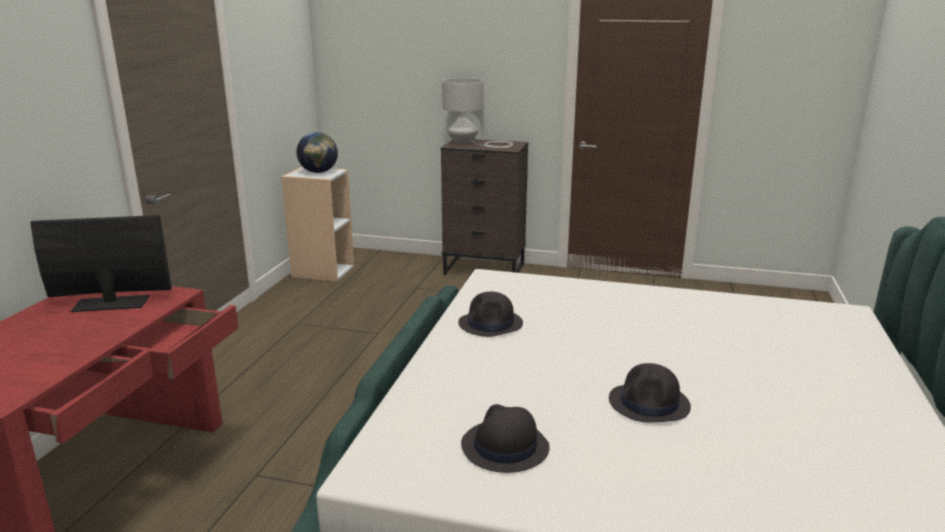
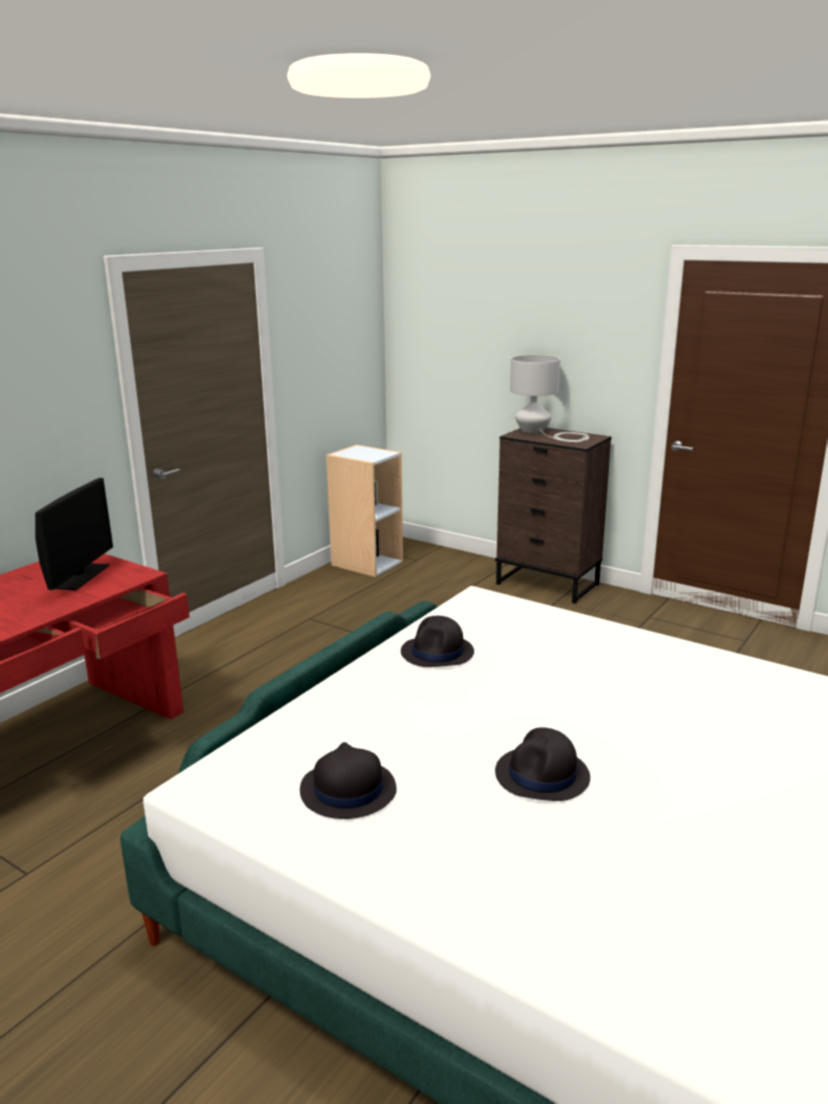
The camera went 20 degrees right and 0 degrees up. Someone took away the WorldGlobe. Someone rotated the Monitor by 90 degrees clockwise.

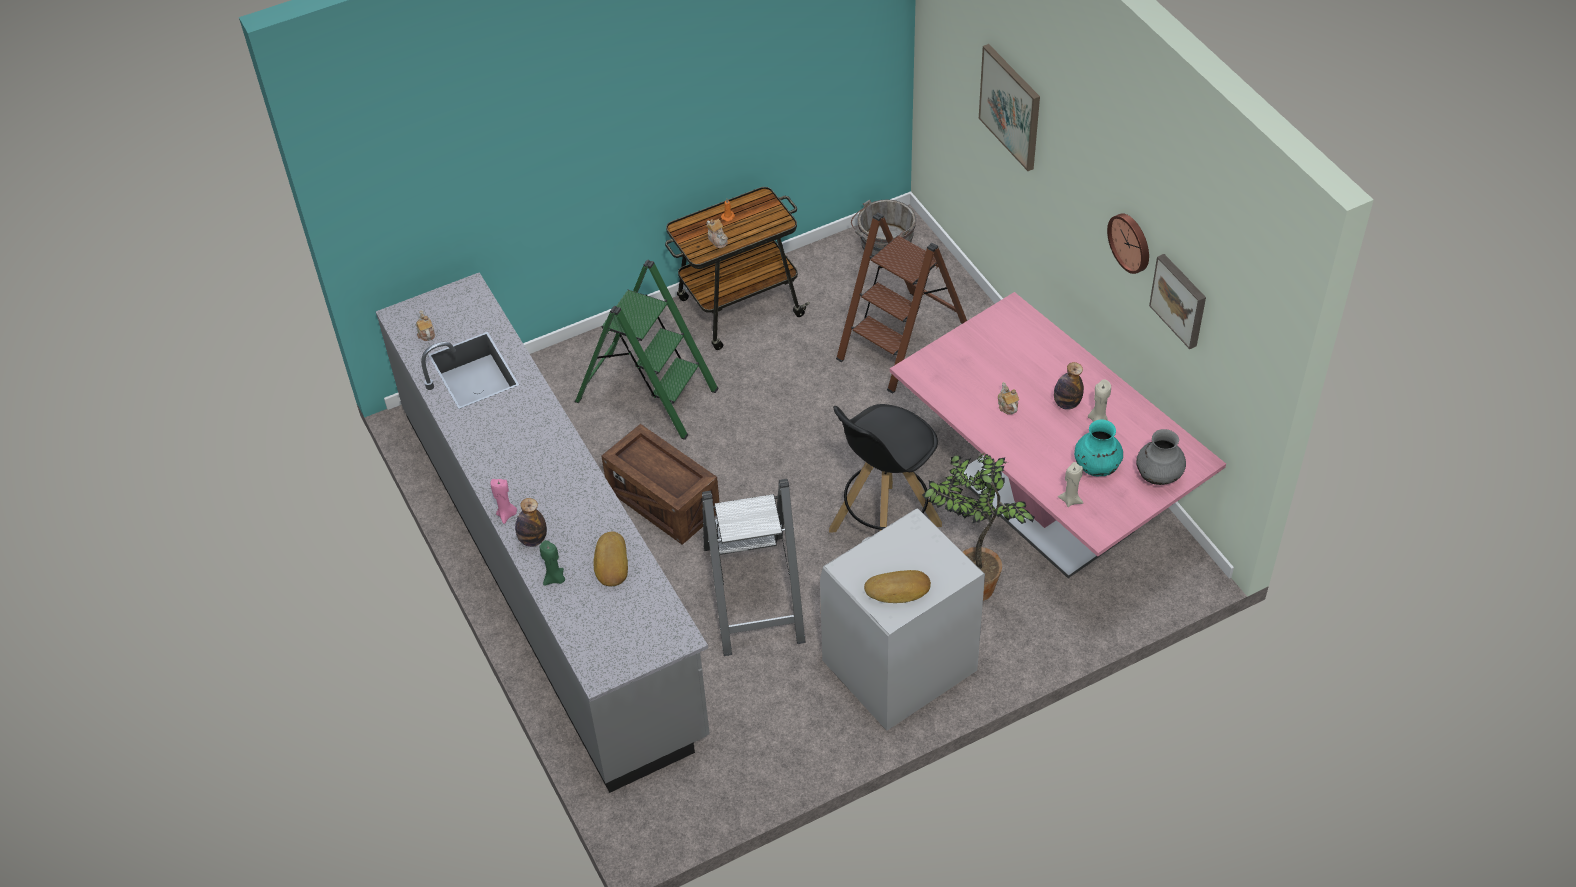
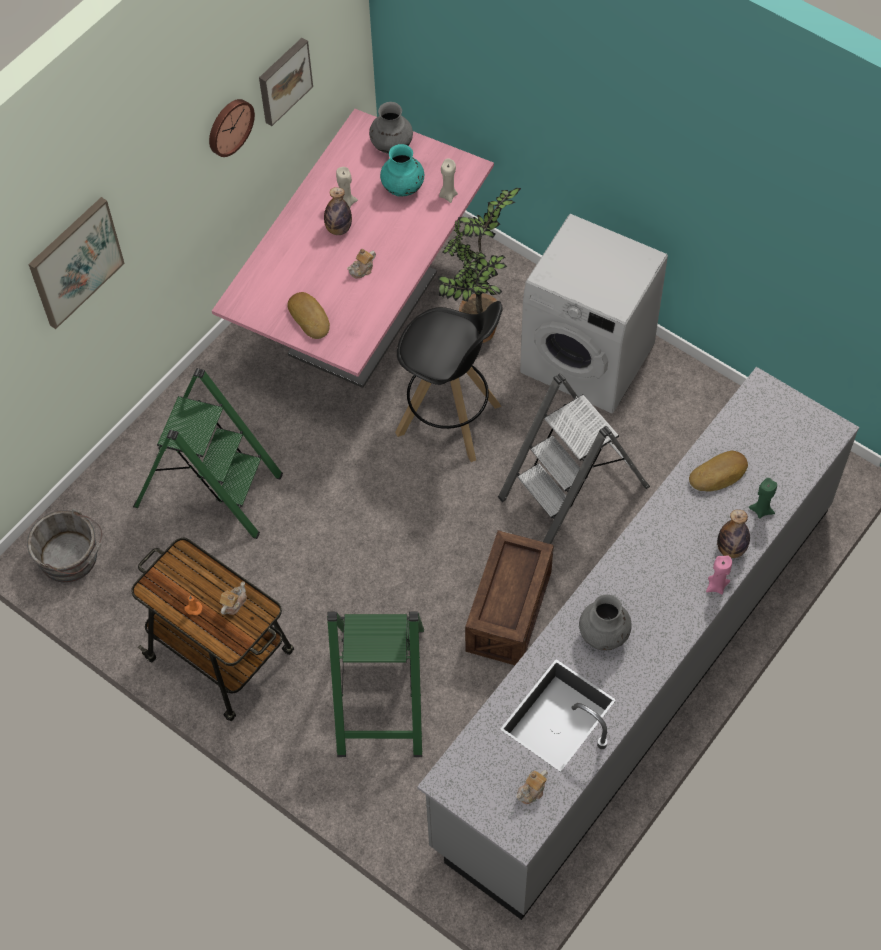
The camera went 115 degrees left and 10 degrees up. Someone put down the GrayFlowerVase (2nd from left). Someone carried the Bread (2nd from left in the first image). Someone repainted the BrownColouredStepLadder, which became the GreenColouredStepLadder (1st from left).

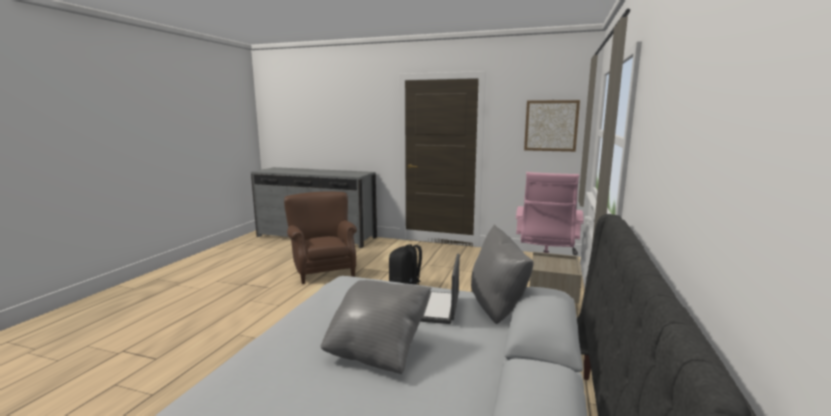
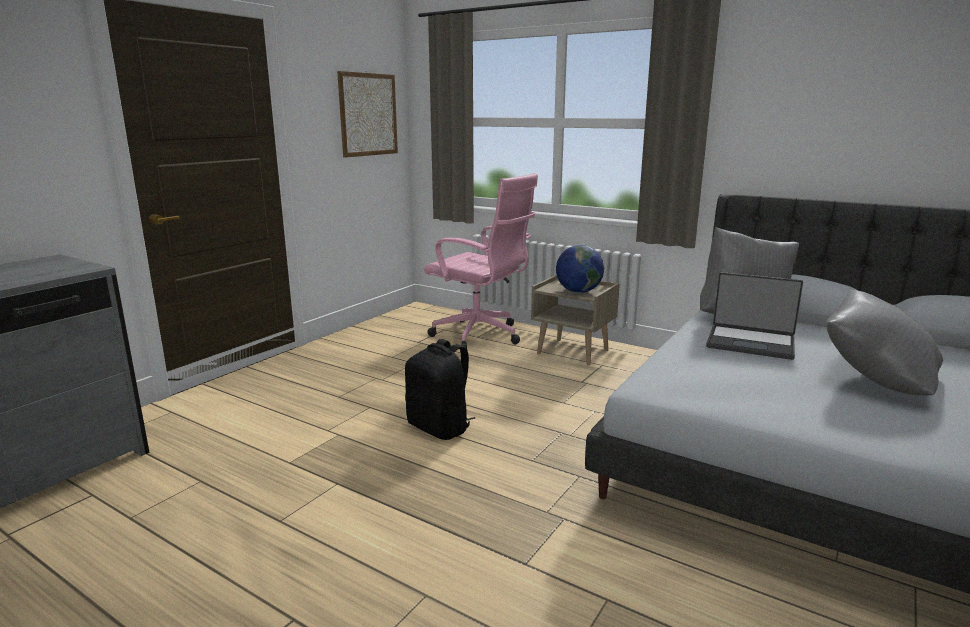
The camera went 75 degrees left and 5 degrees up. Someone took away the BrownColouredArmchair. Someone put down the WorldGlobe.

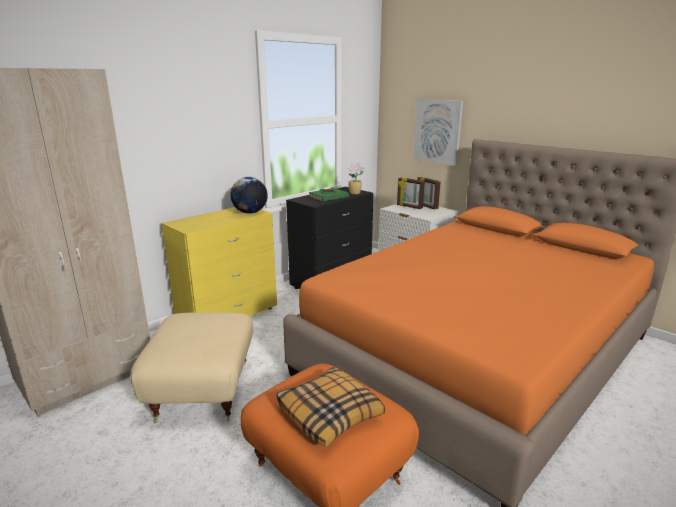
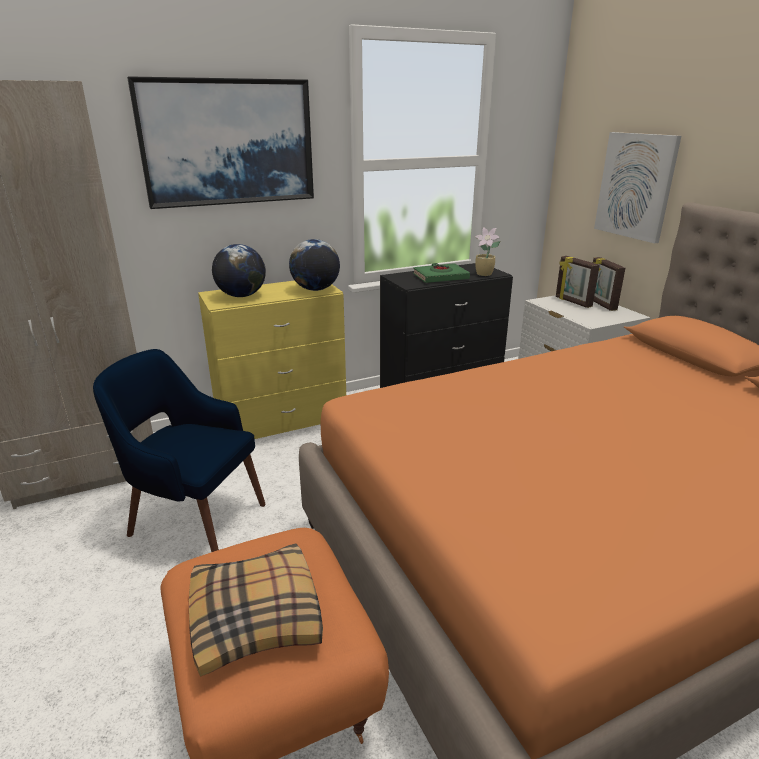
The camera went 20 degrees right and 5 degrees up. Someone put up the Picture (1st from left). Someone put down the WorldGlobe (1st from left). Someone swapped the BeigeColouredPouffe for the BlueColouredArmchair.

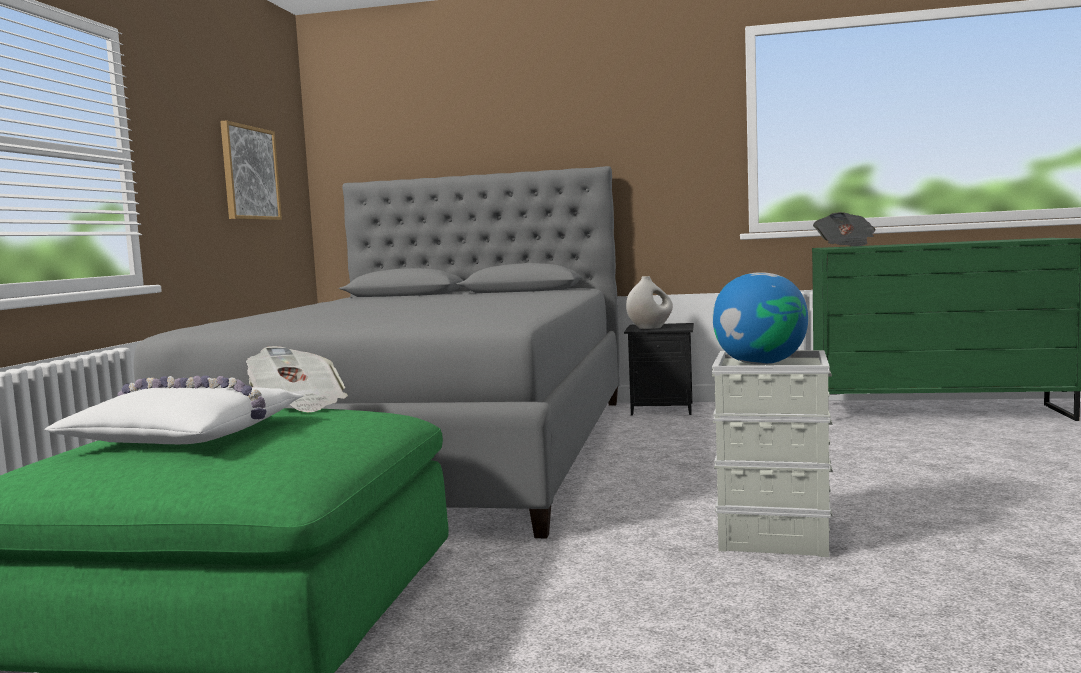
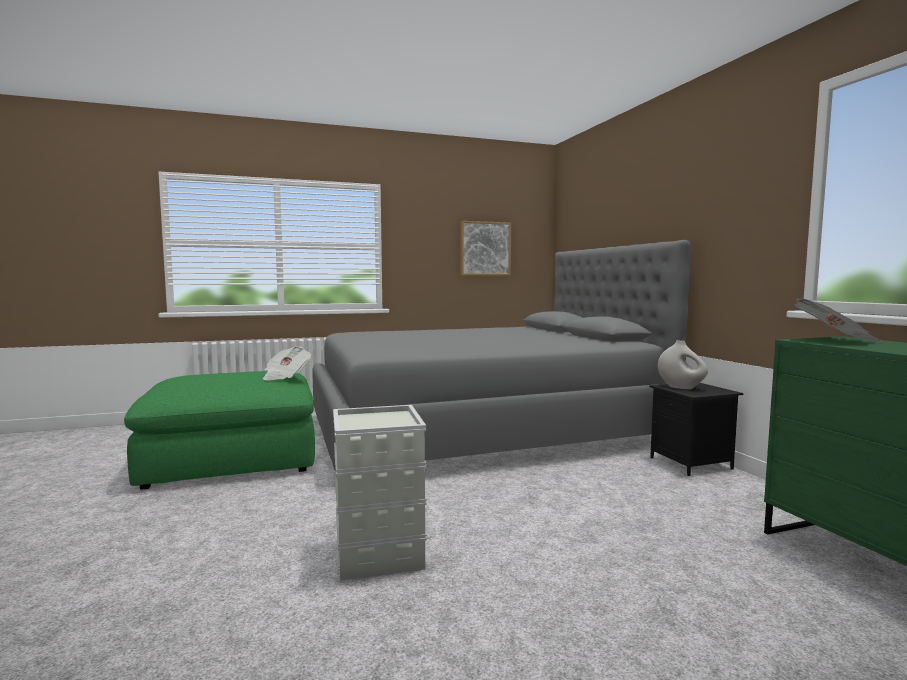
The camera went 60 degrees right and 0 degrees up. Someone took away the WhiteColouredThrowPillow. Someone took away the WorldGlobe.

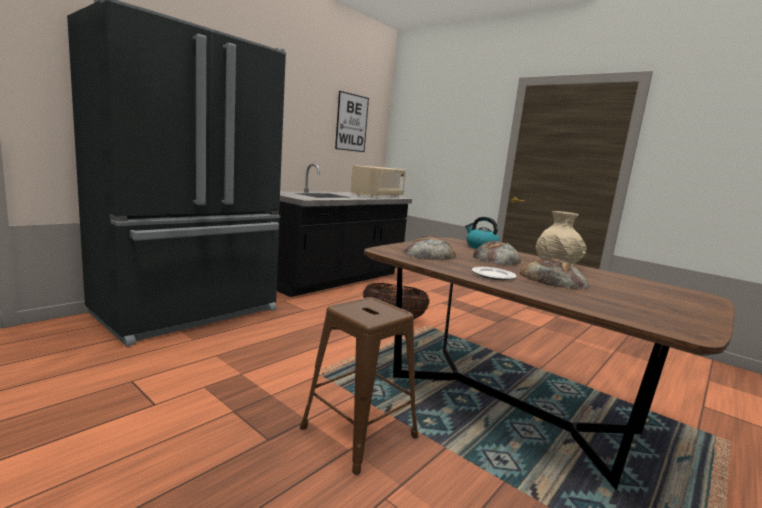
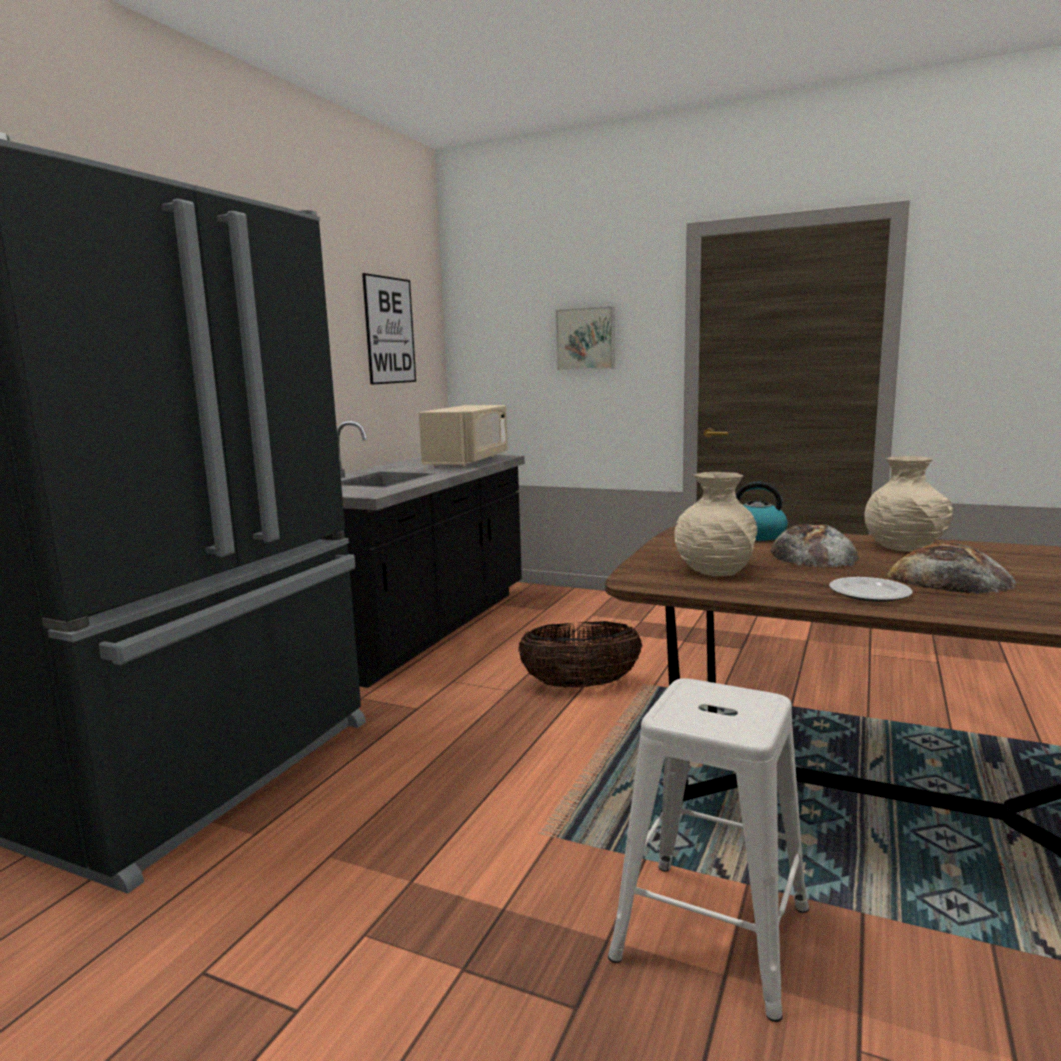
The camera went 15 degrees left and 0 degrees up. Someone put up the Picture (2nd from left). Someone swapped the Bread (1st from left) for the BeigeColouredFlowerVase (1st from left). Someone repainted the BrownColouredSittingStool, which became the WhiteColouredSittingStool.

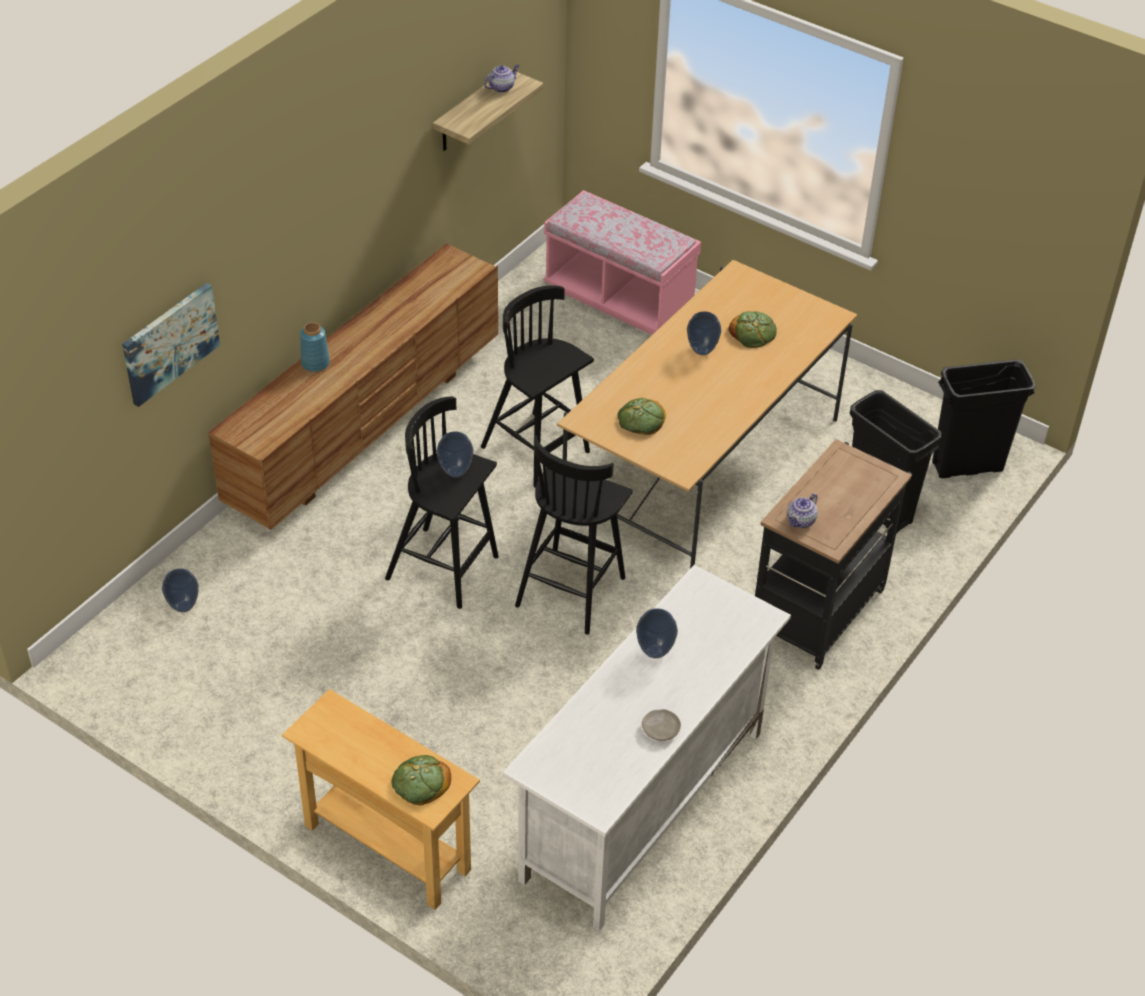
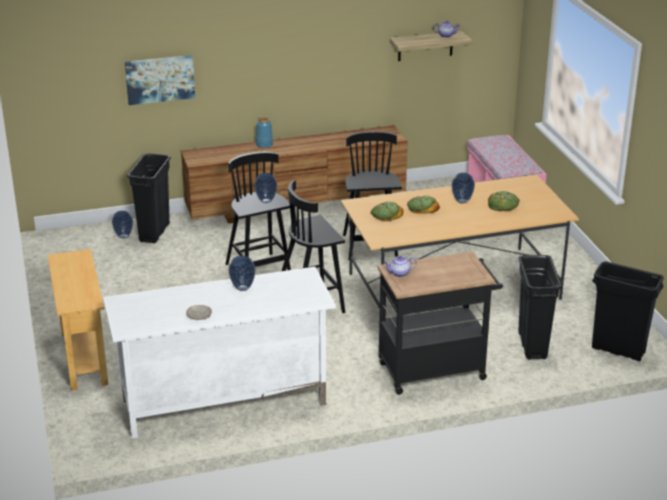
The camera went 40 degrees right and 15 degrees down. Someone put down the BlackishRubbishBin (1st from left). Someone carried the Bread (1st from left in the first image).

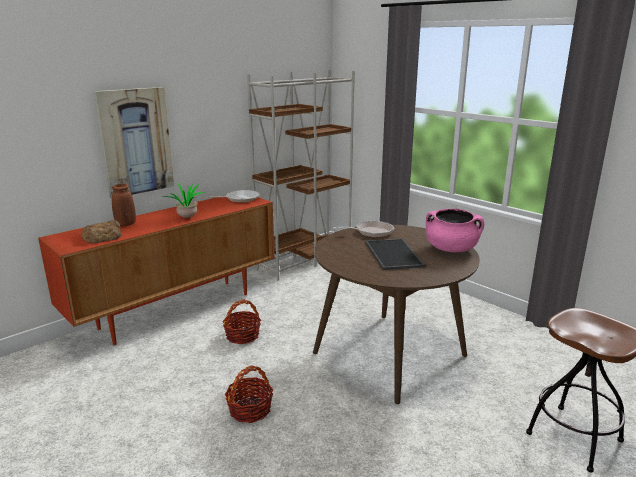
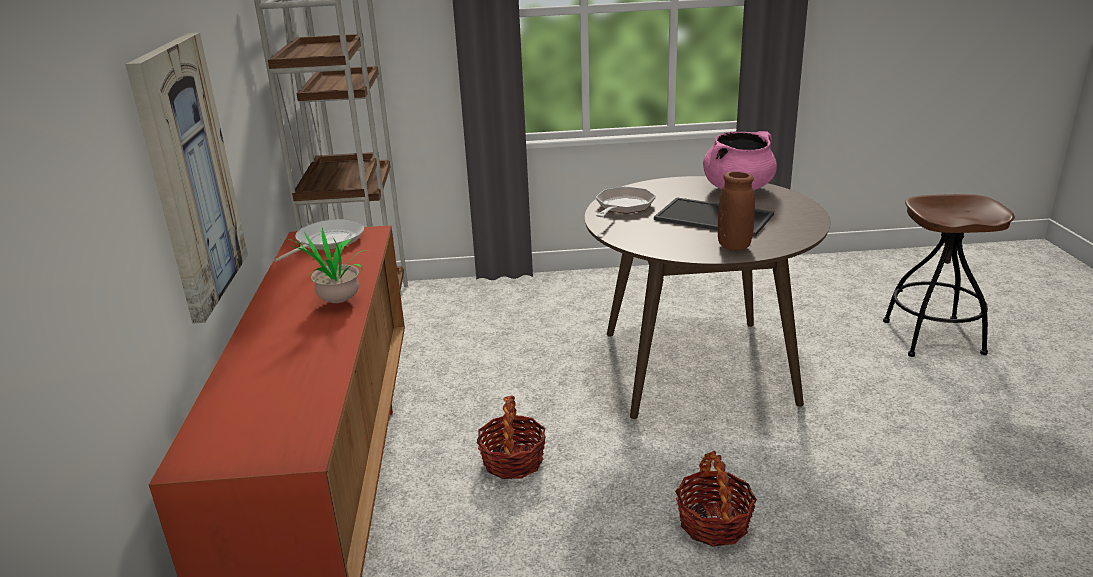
The camera went 50 degrees left and 5 degrees up. Someone took away the Bread. Someone carried the BrownColouredFlowerVase.

